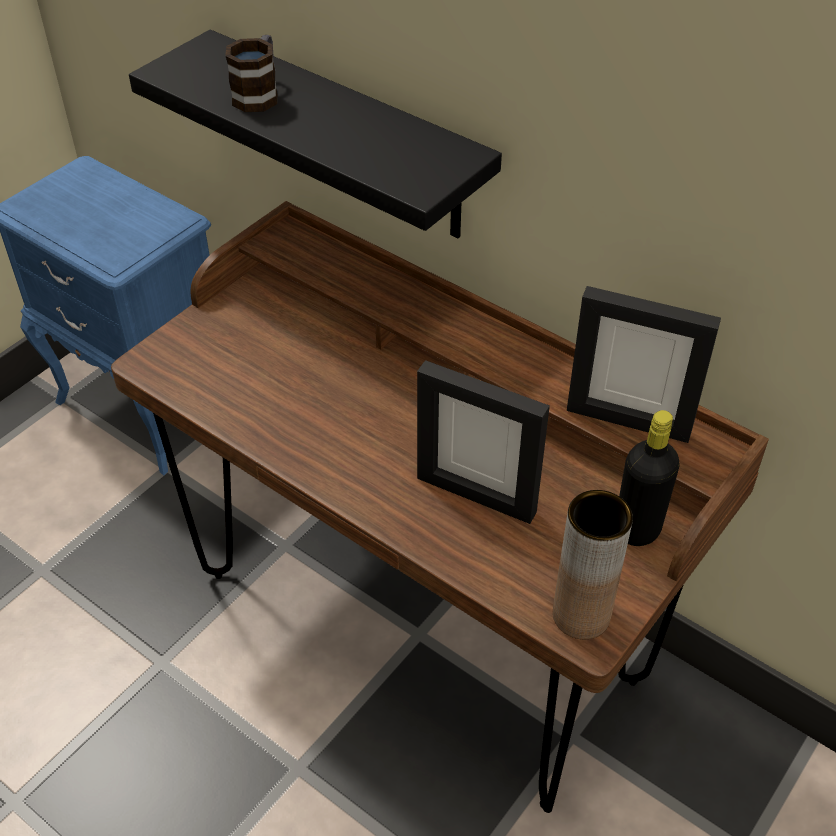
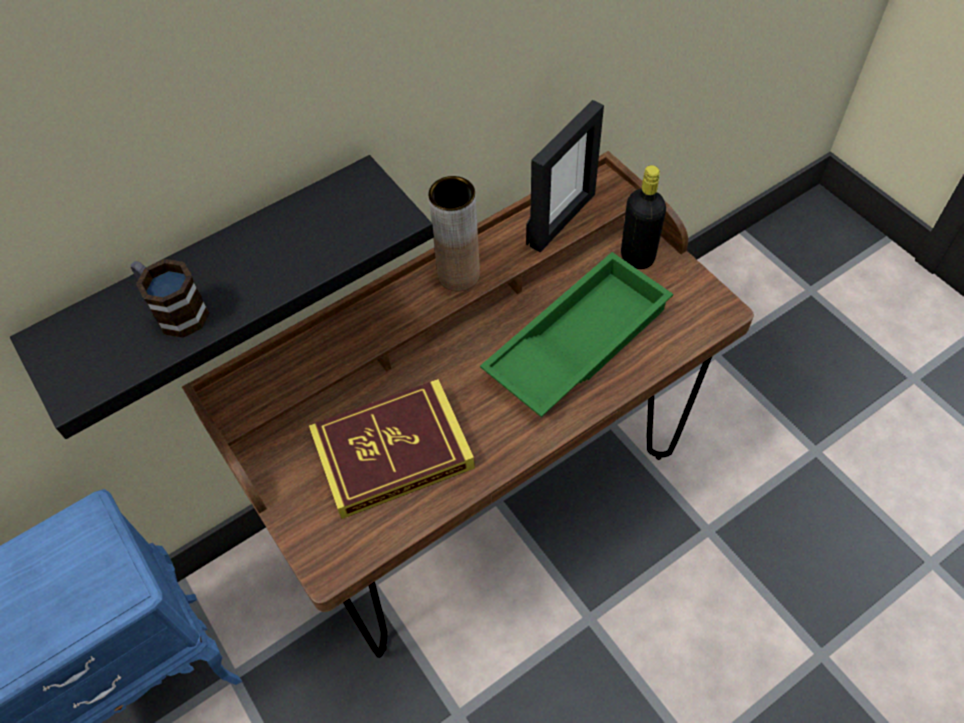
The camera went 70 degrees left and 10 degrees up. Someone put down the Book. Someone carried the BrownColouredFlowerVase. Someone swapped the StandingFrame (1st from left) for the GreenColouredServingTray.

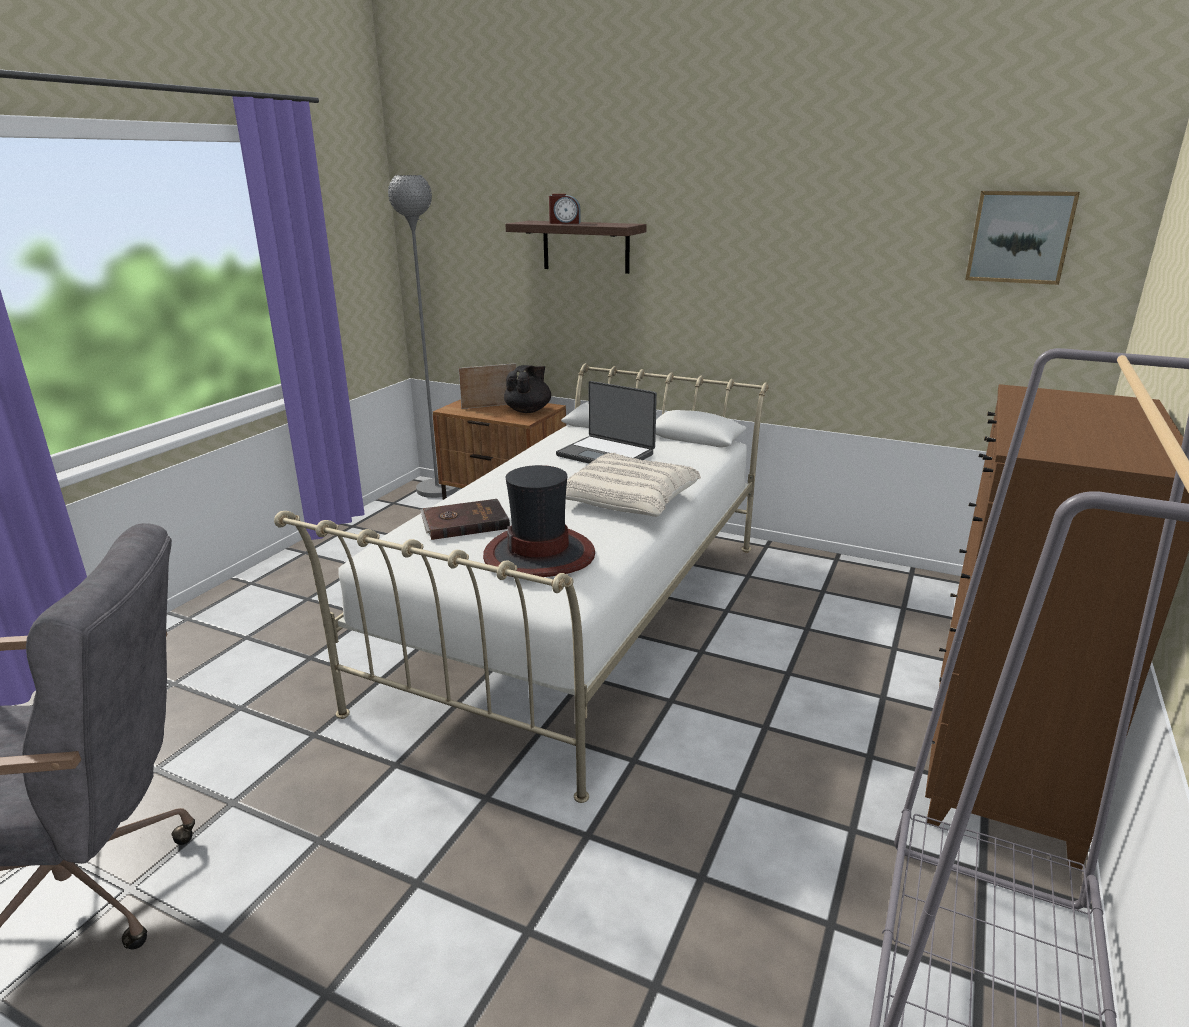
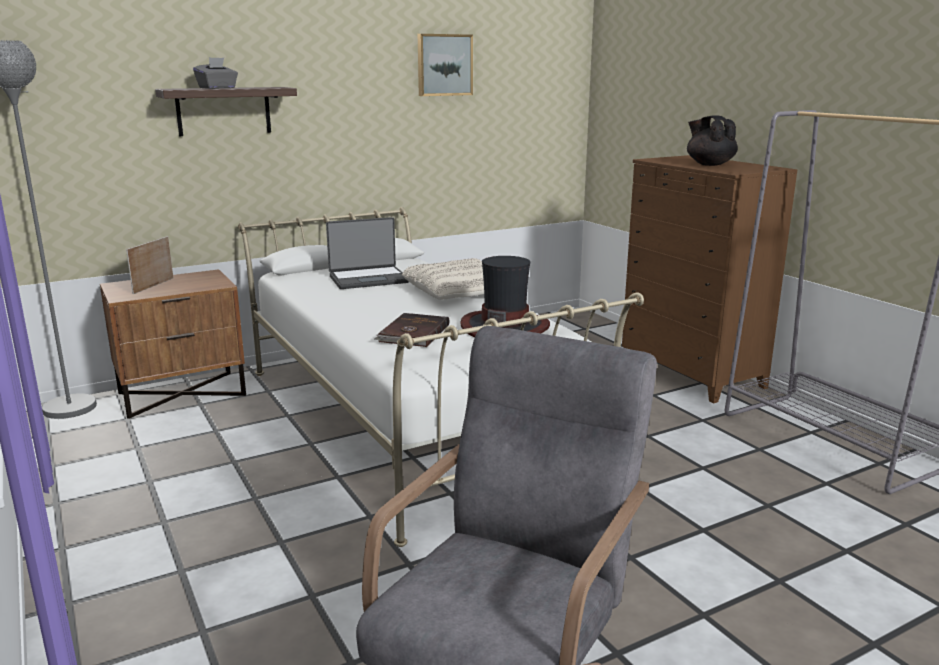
The camera went 55 degrees left and 5 degrees down. Someone carried the BlackishTeapot. Someone carried the Picture. Someone swapped the AlarmClock for the GrayTissueBox.

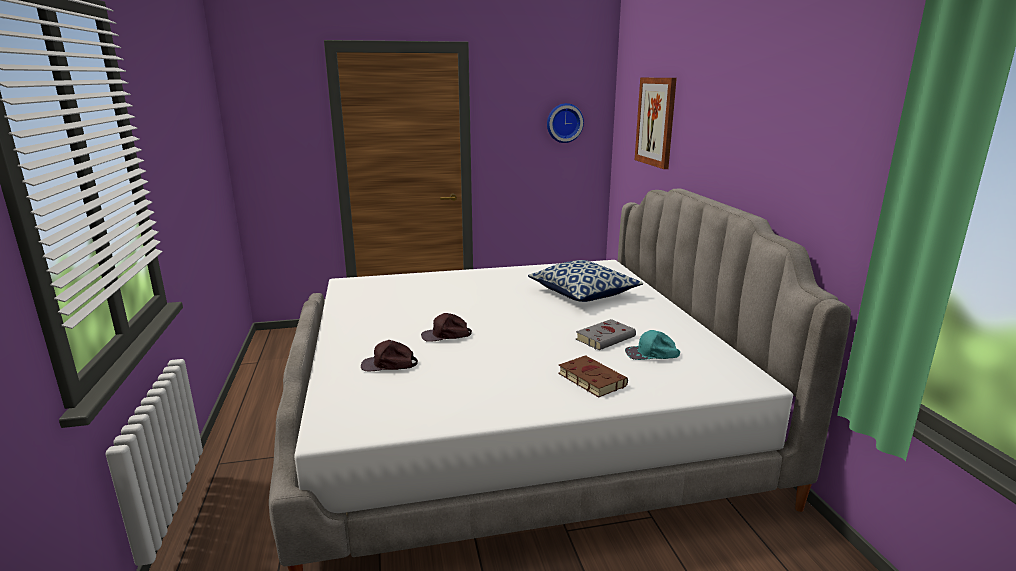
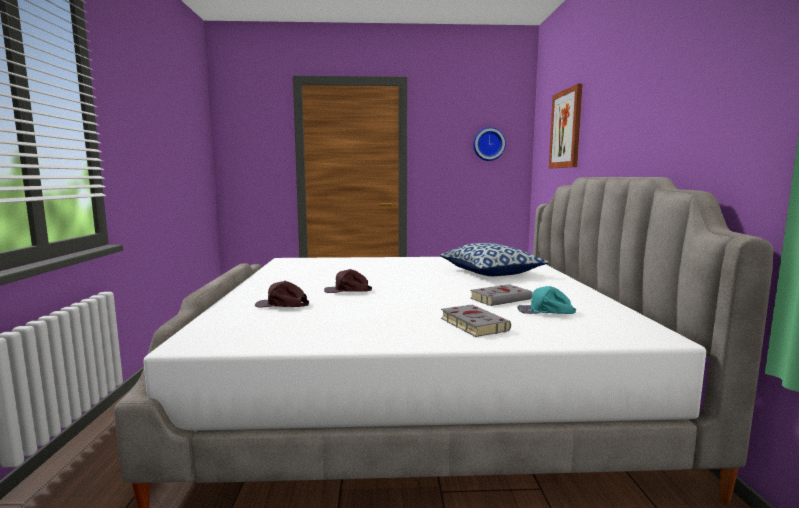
The camera went 10 degrees right and 10 degrees down. Someone repainted the BrownColouredBook, which became the GrayBook (1st from left).

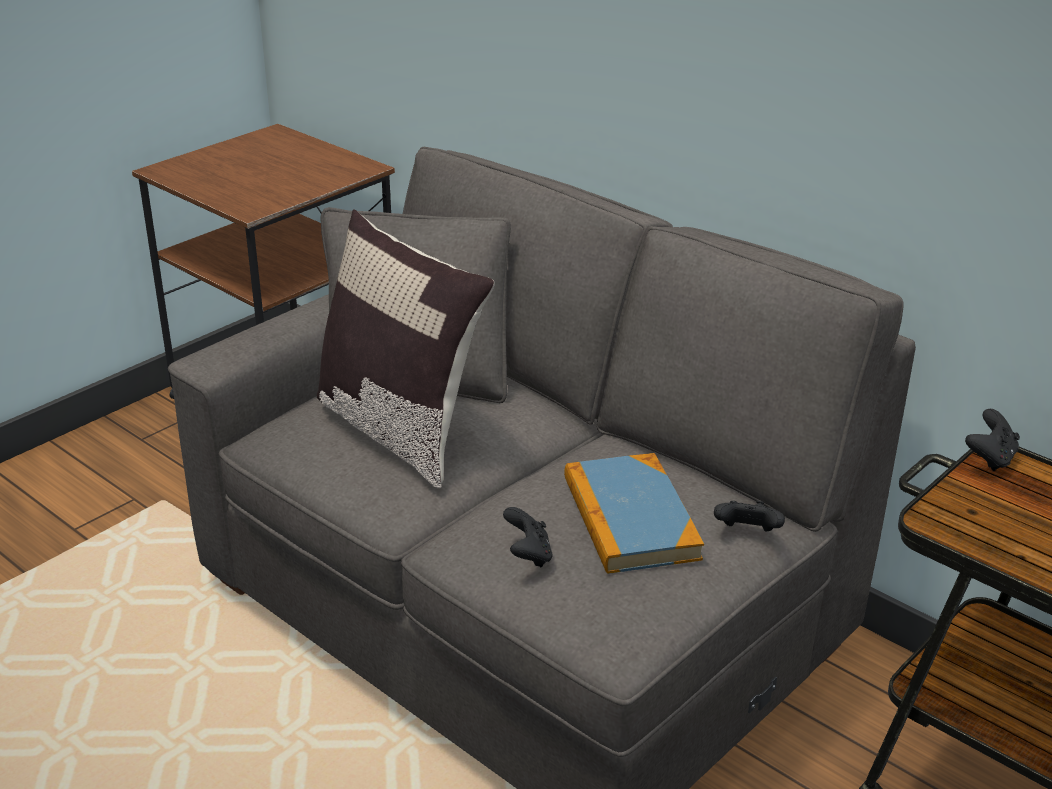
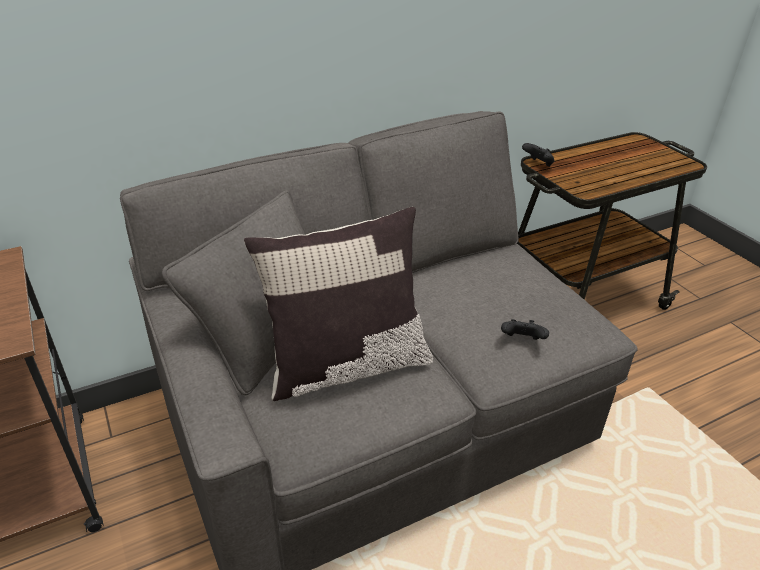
The camera went 70 degrees left and 5 degrees up. Someone took away the Book. Someone took away the BlackishJoypad (2nd from left).

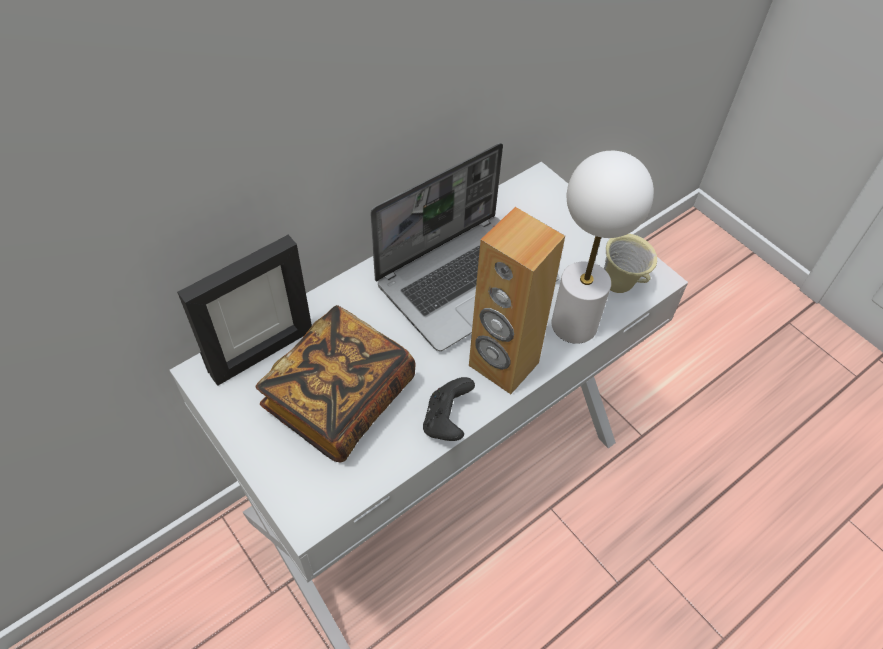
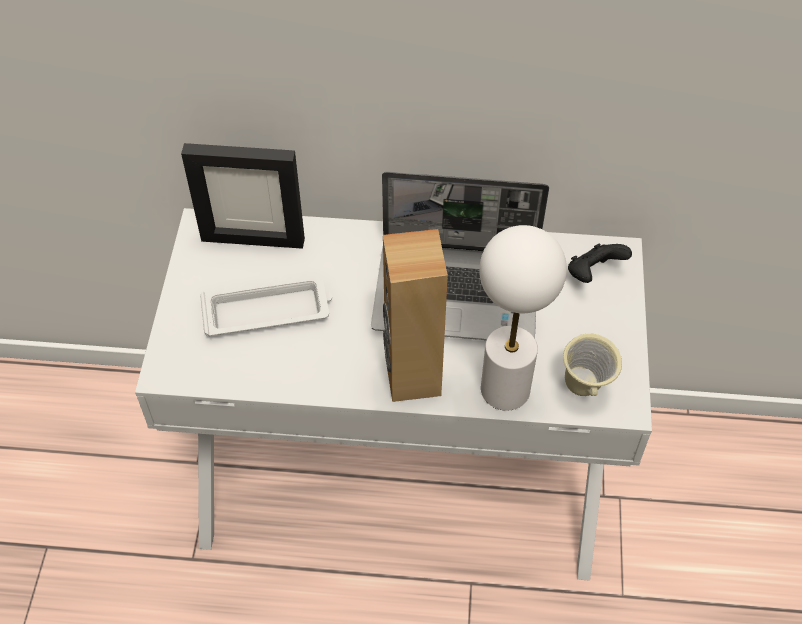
The camera went 45 degrees right and 0 degrees up. Someone carried the BlackishJoypad. Someone swapped the Book for the WhiteColouredServingTray.

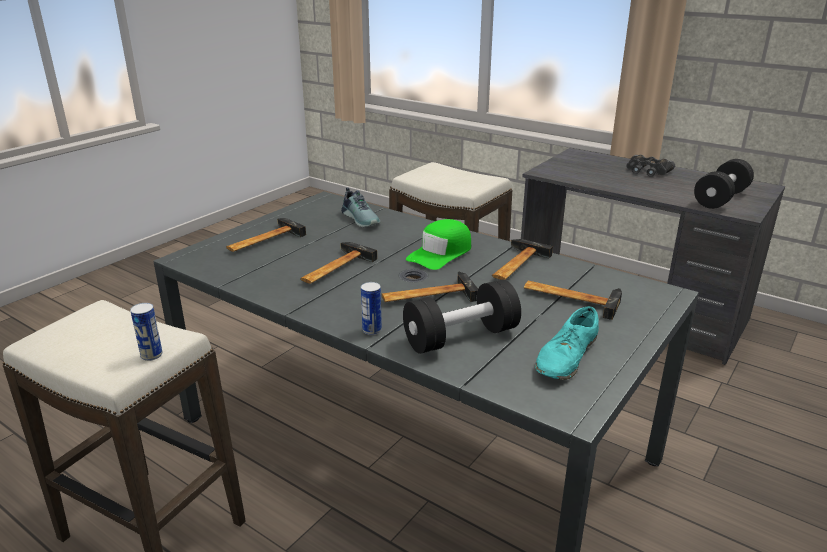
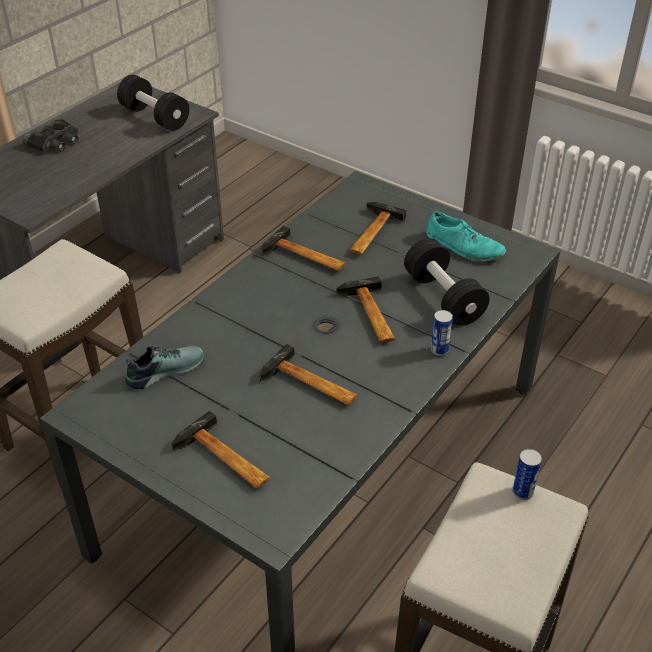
The camera went 90 degrees left and 15 degrees up. Someone took away the GreenColouredBaseballCap.

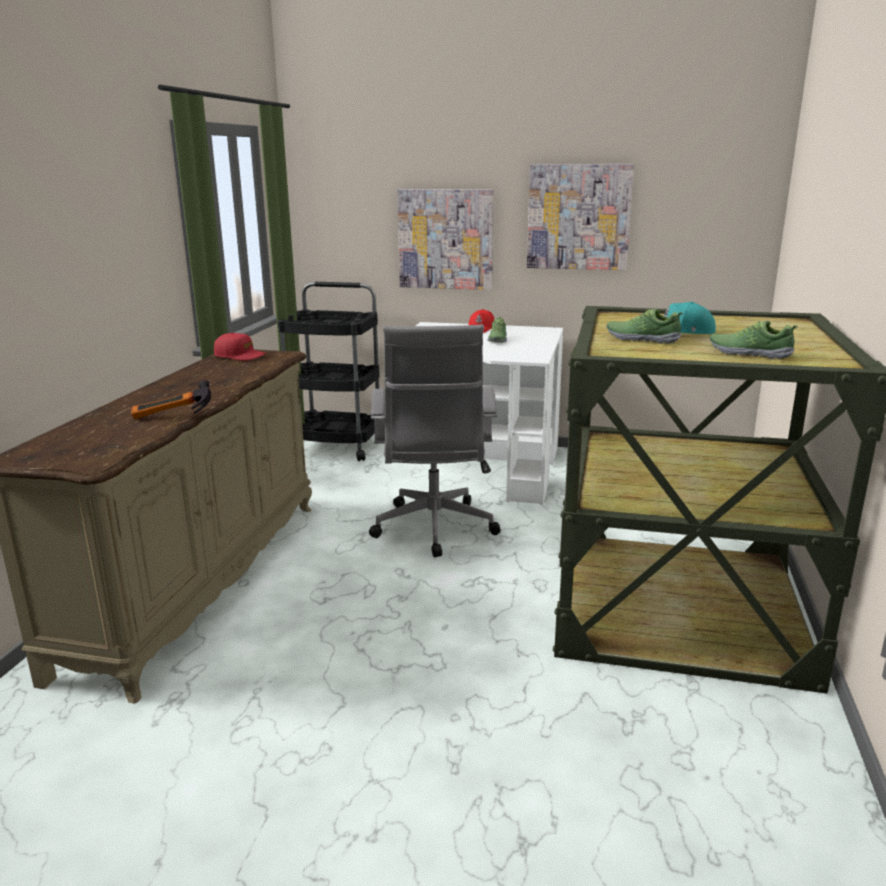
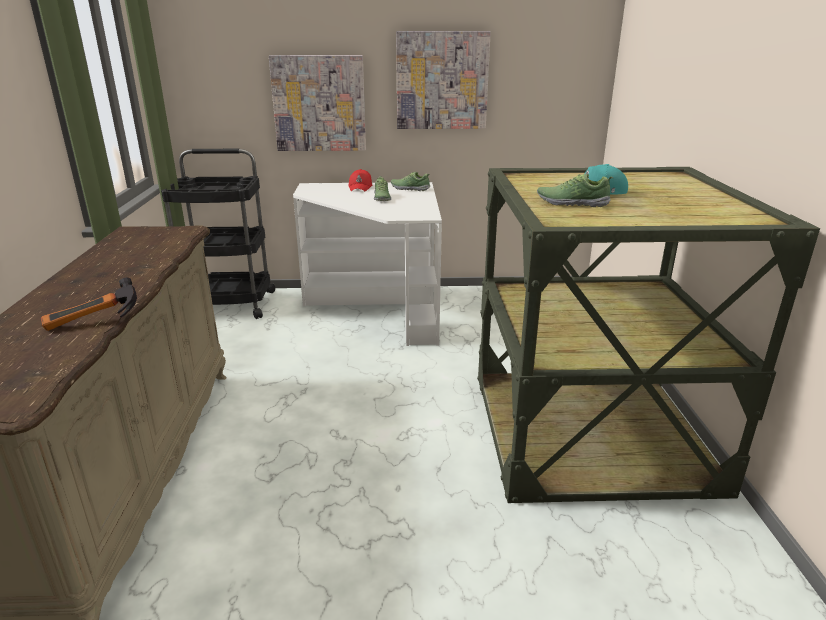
The camera went 15 degrees left and 5 degrees up. Someone took away the RedBaseballCap (1st from left). Someone took away the GrayDeskChair. Someone carried the ItemOfFootwear (3rd from left in the first image).

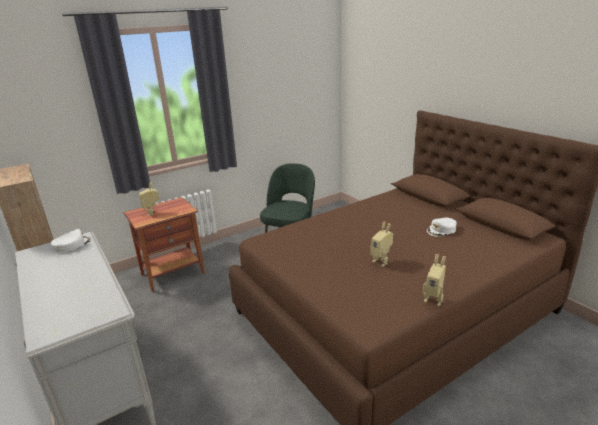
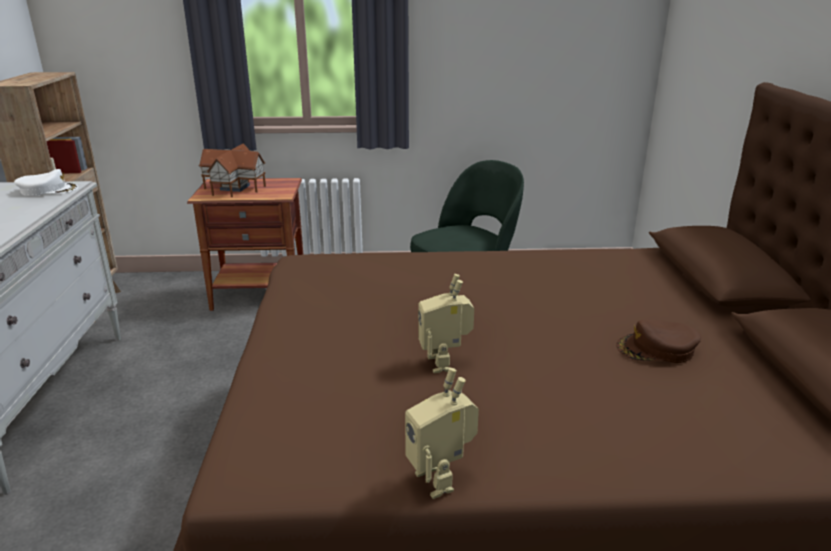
The camera went 30 degrees right and 0 degrees up. Someone swapped the ModelRobot (1st from left) for the ModelHouse. Someone repainted the WhiteColouredBaseballCap (2nd from left), which became the BrownColouredBaseballCap.

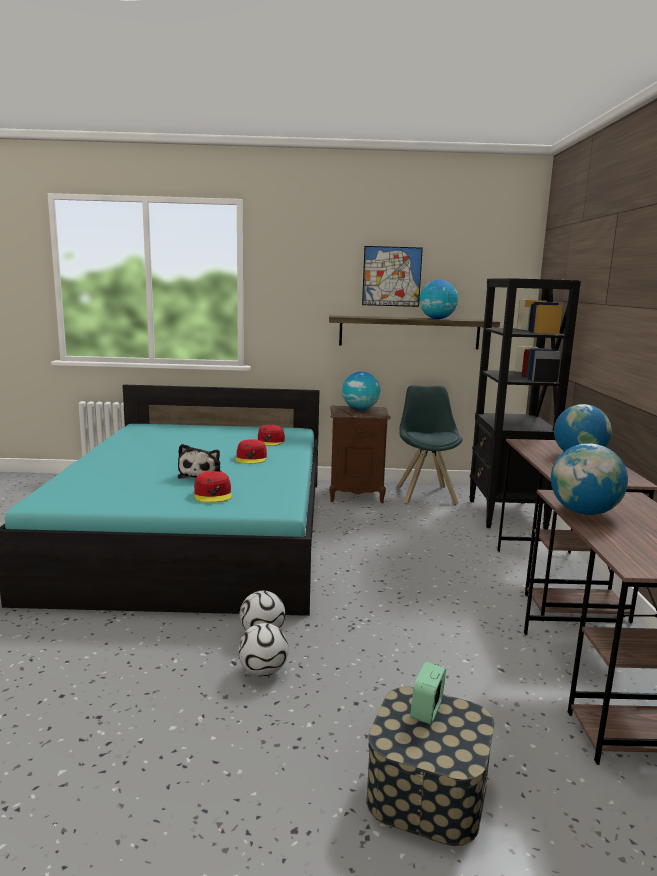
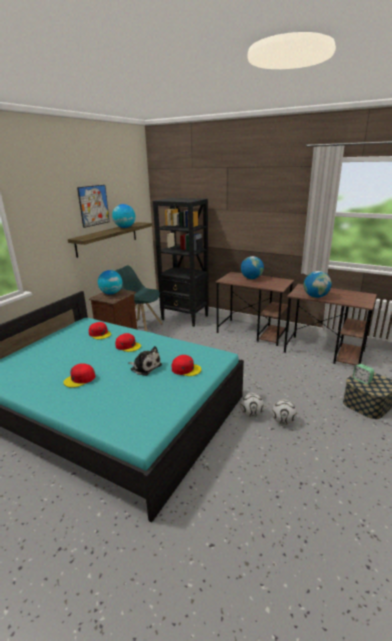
The camera went 60 degrees left and 10 degrees up. Someone put down the RedBaseballCap (1st from left).

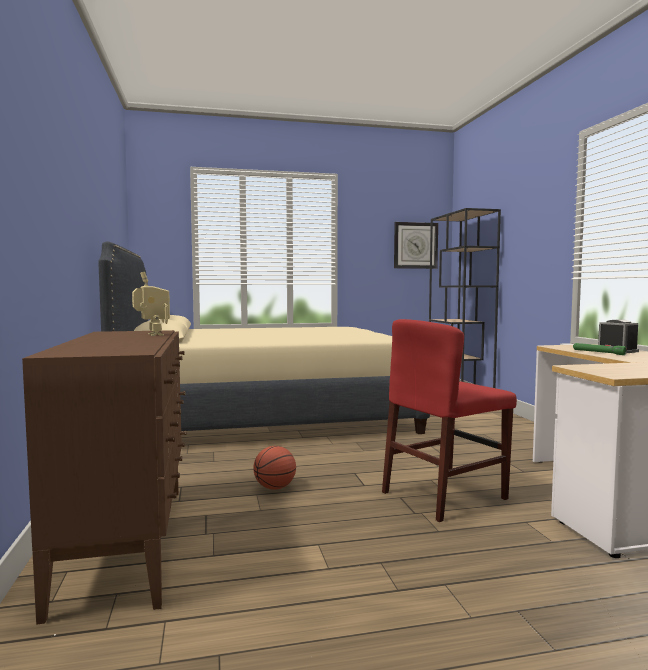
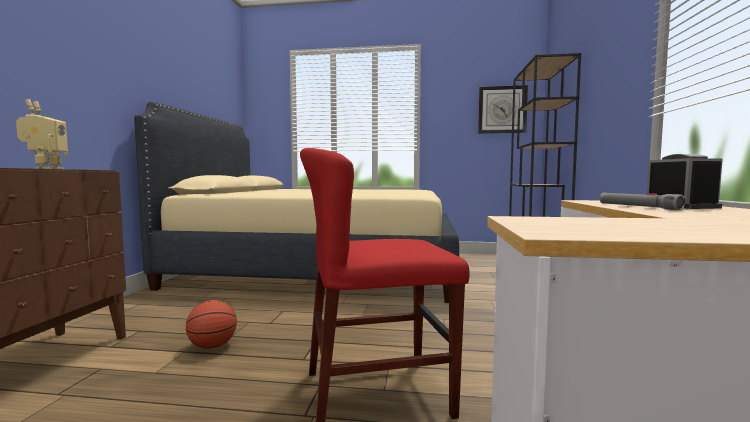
The camera went 20 degrees right and 0 degrees up. Someone repainted the GreenColouredFlashlight, which became the GrayFlashlight.

